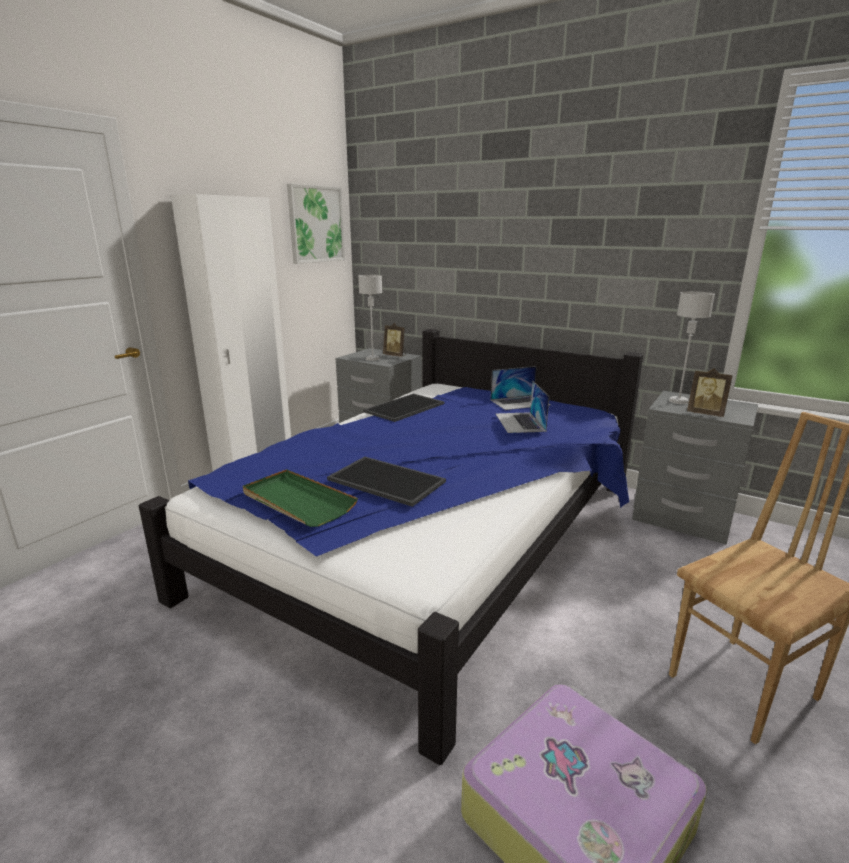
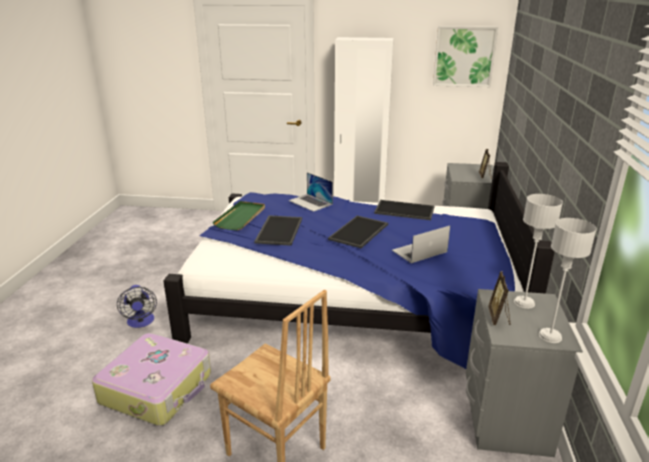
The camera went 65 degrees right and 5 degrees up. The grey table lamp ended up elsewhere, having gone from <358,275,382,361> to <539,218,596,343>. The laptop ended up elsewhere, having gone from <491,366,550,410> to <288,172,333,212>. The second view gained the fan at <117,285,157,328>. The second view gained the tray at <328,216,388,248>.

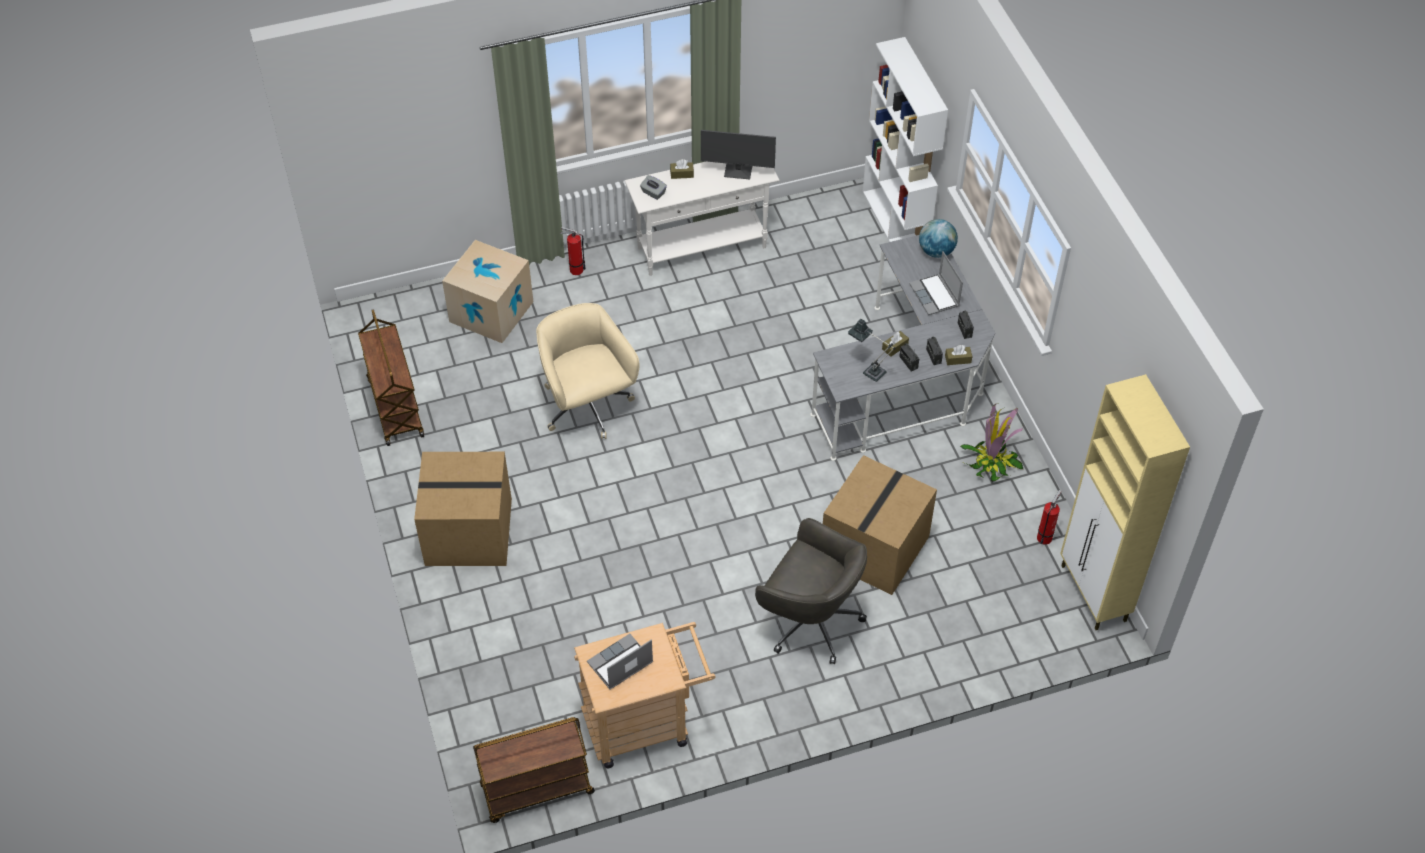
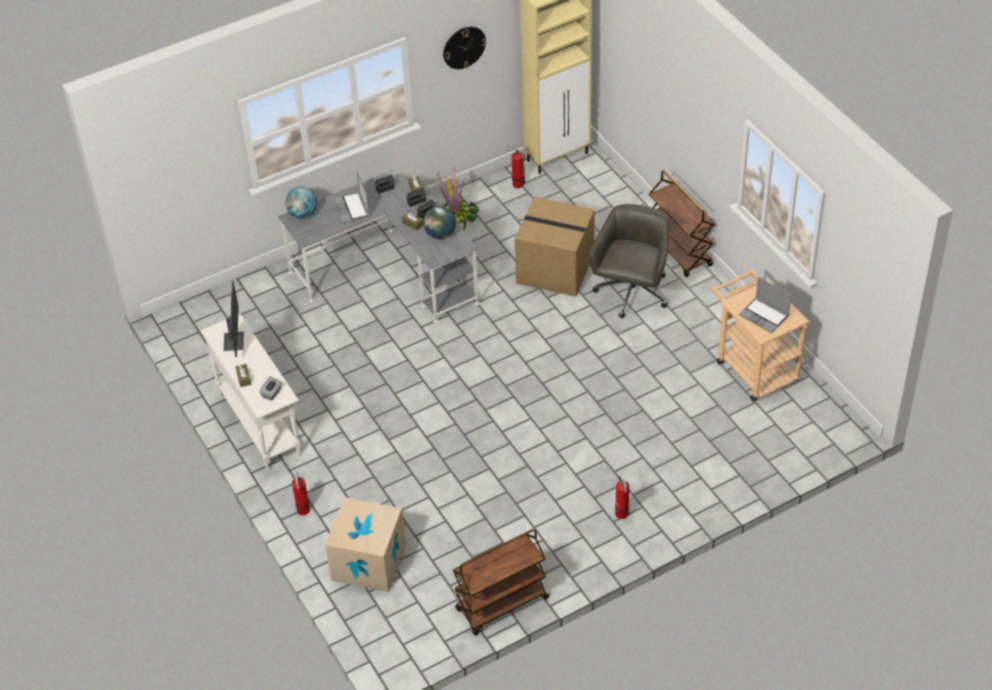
The camera went 100 degrees left and 5 degrees down. Where the cardboard box stood at <414,452,512,566>, the fire extinguisher came to stand at <615,476,629,519>. The brown cart ended up elsewhere, having gone from <473,717,595,823> to <649,170,715,277>. The second view lost the beige office chair at <536,303,640,439>. Where the table lamp stood at <848,319,895,382>, the globe came to stand at <423,206,456,239>. The second view lost the white bookcase at <862,37,948,242>. The laptop at <909,251,963,316> ended up facing another way, 105 degrees clockwise from before. The second view gained the wall clock at <443,27,487,69>.

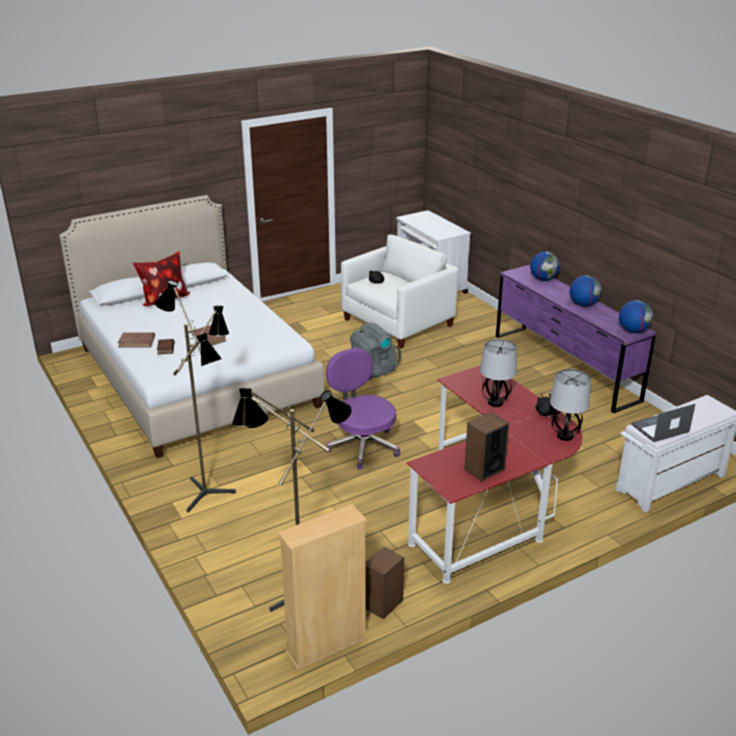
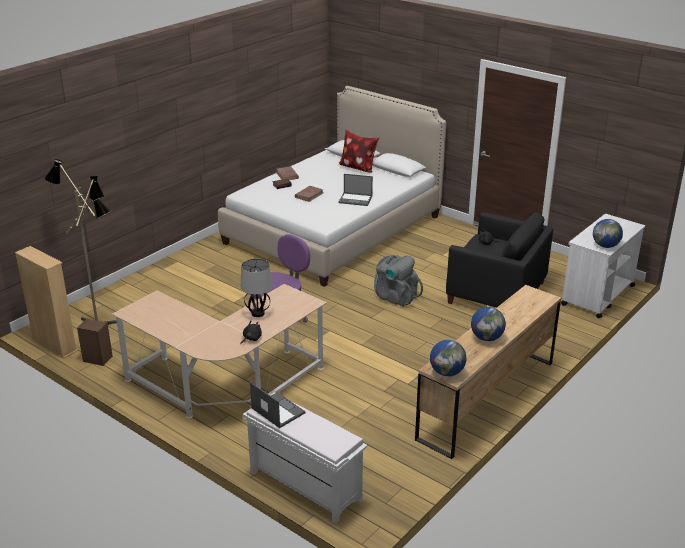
The camera went 70 degrees right and 0 degrees up. The second view lost the floor lamp at <155,280,236,512>. What was the white armchair at <341,235,458,348> turned into the black armchair at <446,212,553,308>. What was the red desk at <407,365,583,584> turned into the beige desk at <112,284,327,418>. The second view lost the speaker at <464,412,509,482>. What was the purple dresser at <496,265,656,413> turned into the brown dresser at <415,285,561,459>. The globe ended up elsewhere, having gone from <530,251,560,281> to <593,219,623,248>. The second view lost the table lamp at <550,369,591,441>. The second view gained the laptop at <339,174,373,206>.

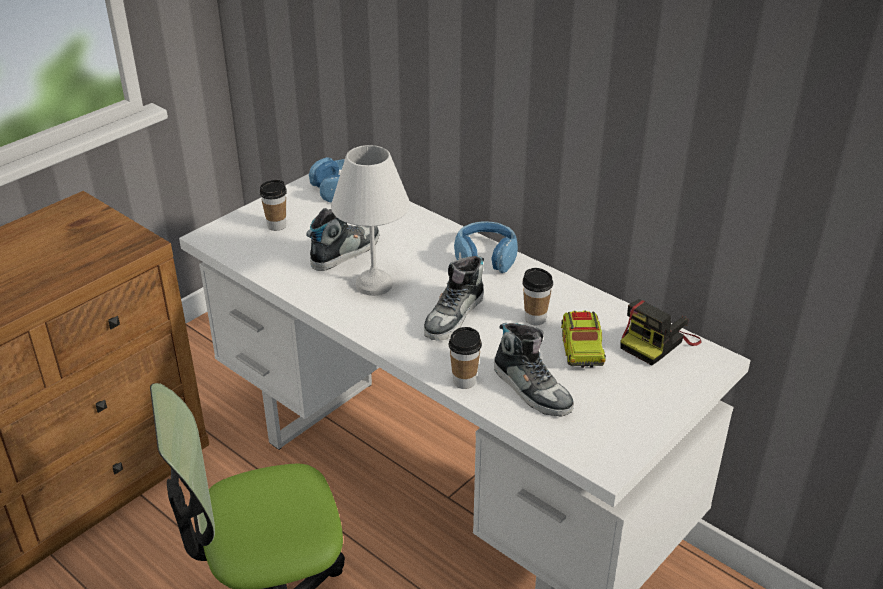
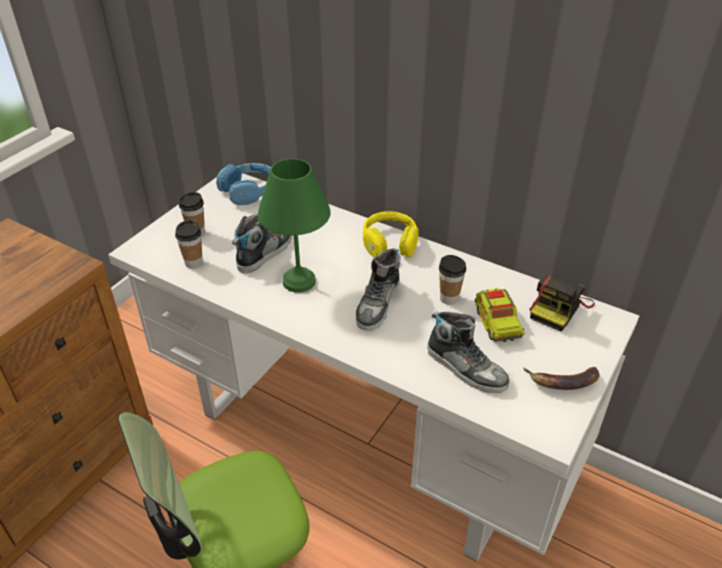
The camera went 10 degrees left and 5 degrees up. What was the white table lamp at <331,145,410,296> turned into the green table lamp at <258,158,331,293>. The cup ended up elsewhere, having gone from <449,327,482,389> to <175,220,203,269>. What was the blue headphones at <454,221,518,273> turned into the yellow headphones at <363,211,419,258>. The second view gained the banana at <523,367,600,390>.

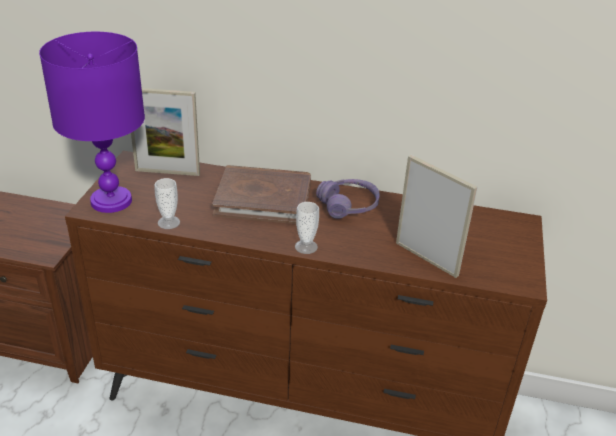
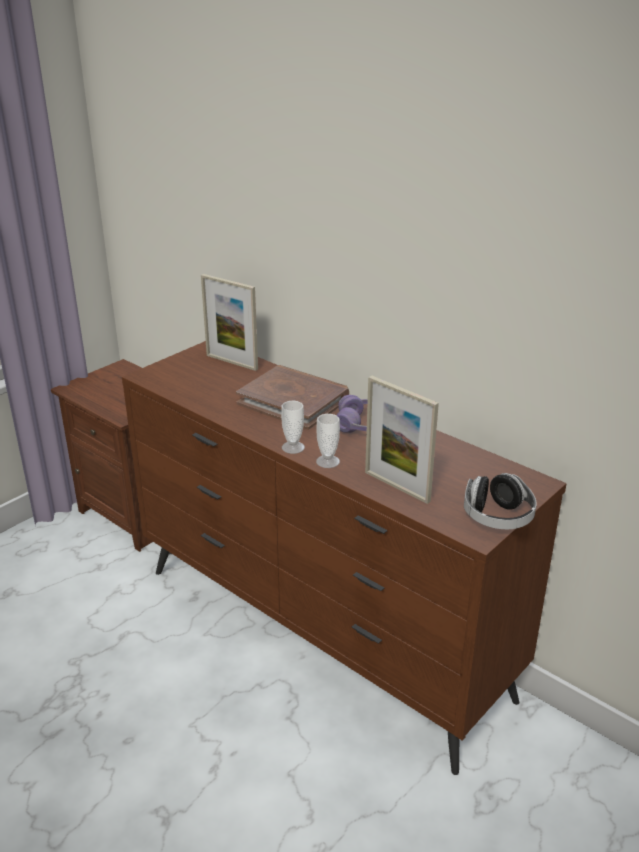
The camera went 30 degrees right and 5 degrees down. The second view lost the purple table lamp at <39,32,145,213>. The cup ended up elsewhere, having gone from <154,178,180,229> to <316,414,340,468>. The picture frame at <396,155,478,278> ended up facing another way, 150 degrees clockwise from before. The second view gained the headphones at <464,473,537,529>.

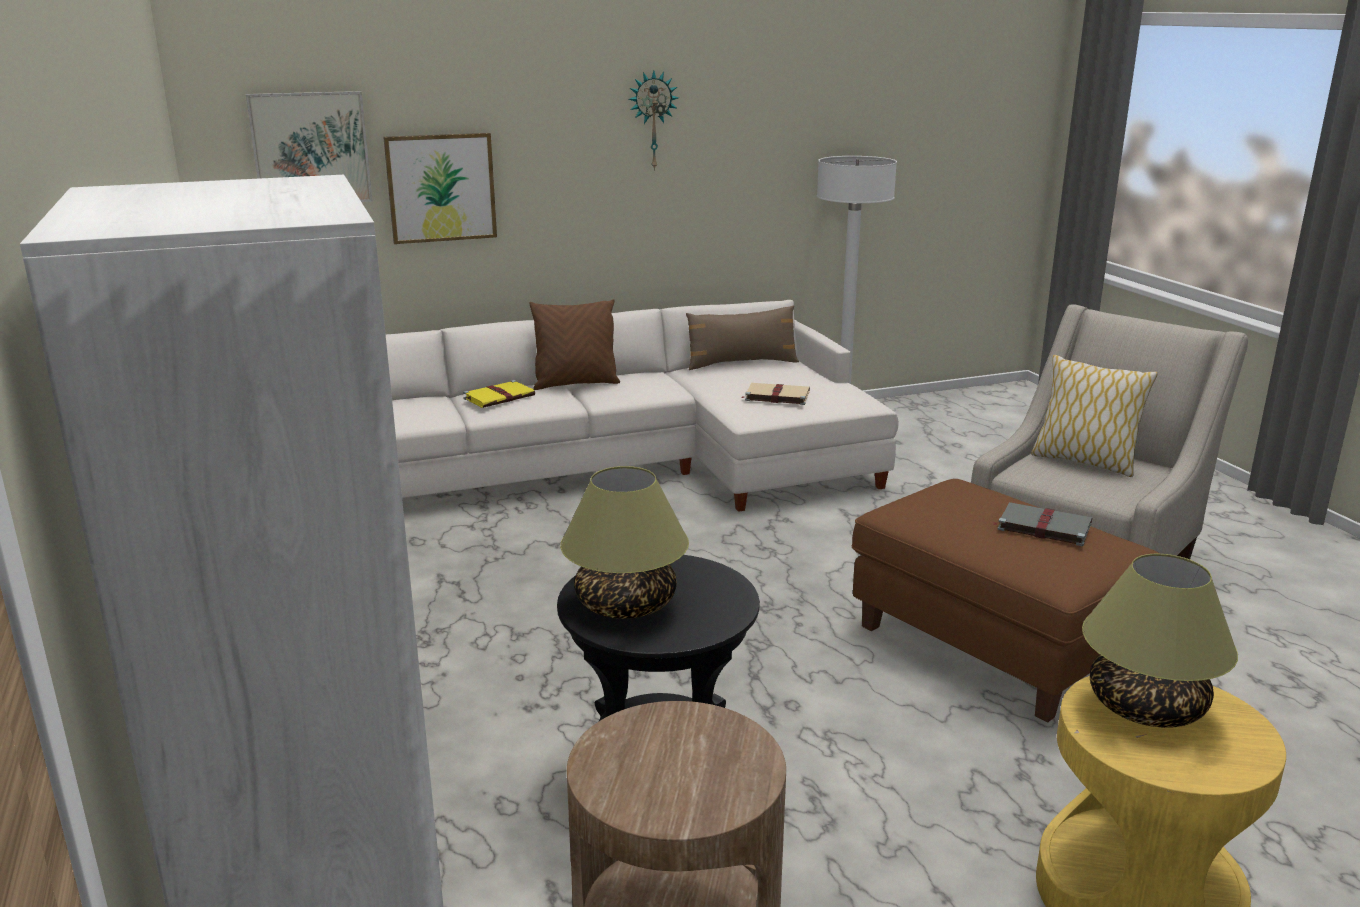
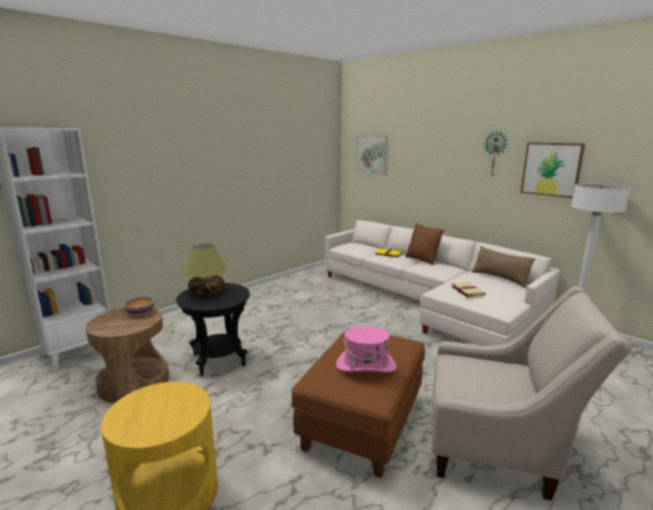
The camera went 65 degrees right and 5 degrees down. The picture ended up elsewhere, having gone from <383,133,497,244> to <521,142,585,198>. Where the grey book stood at <993,502,1093,546>, the pink hat came to stand at <336,326,396,372>. The second view lost the pillow at <1031,355,1158,477>. The second view lost the table lamp at <1082,554,1238,728>. The second view gained the bowl at <123,296,155,316>.

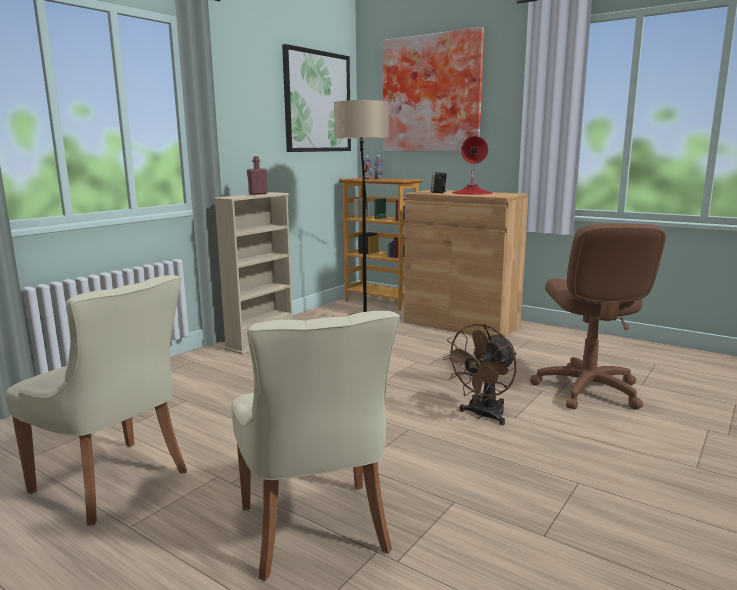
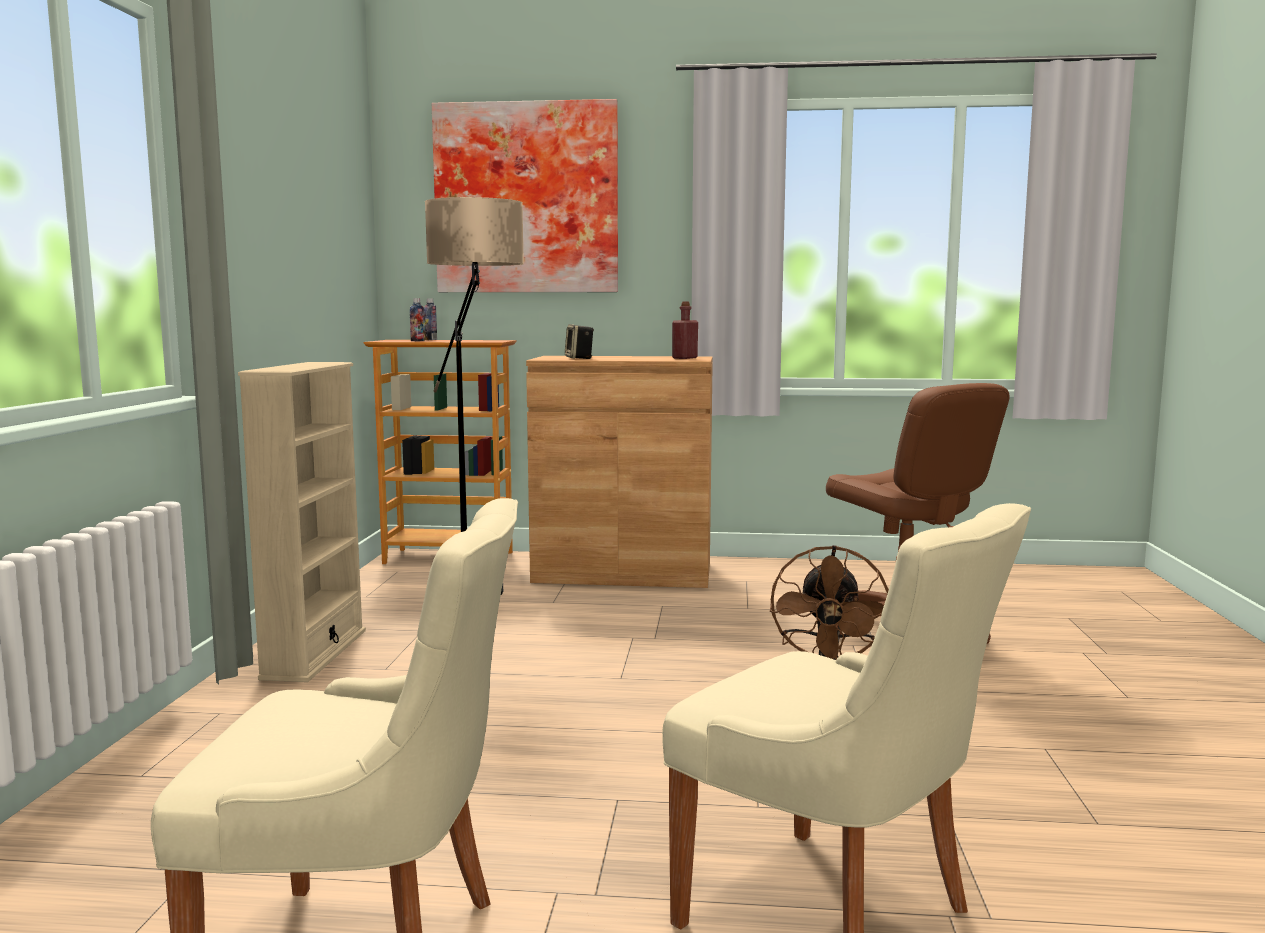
The camera went 30 degrees left and 5 degrees down. The red bottle ended up elsewhere, having gone from <247,156,267,195> to <672,302,698,359>. The second view lost the picture at <282,44,351,152>. The second view lost the red table lamp at <452,136,493,195>.

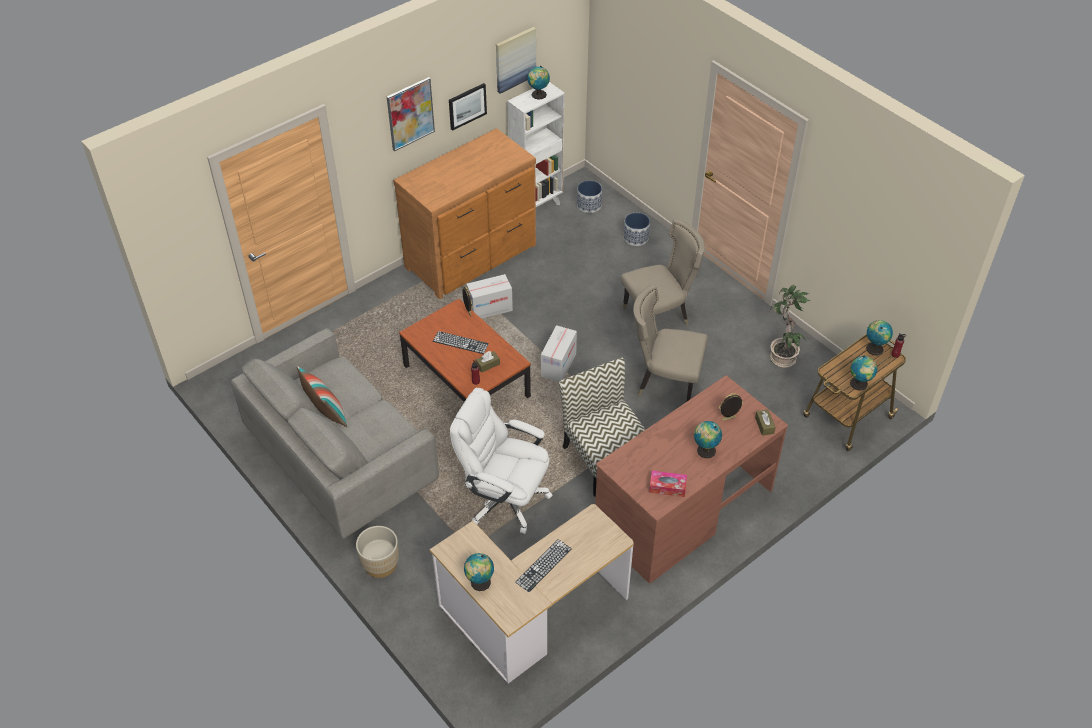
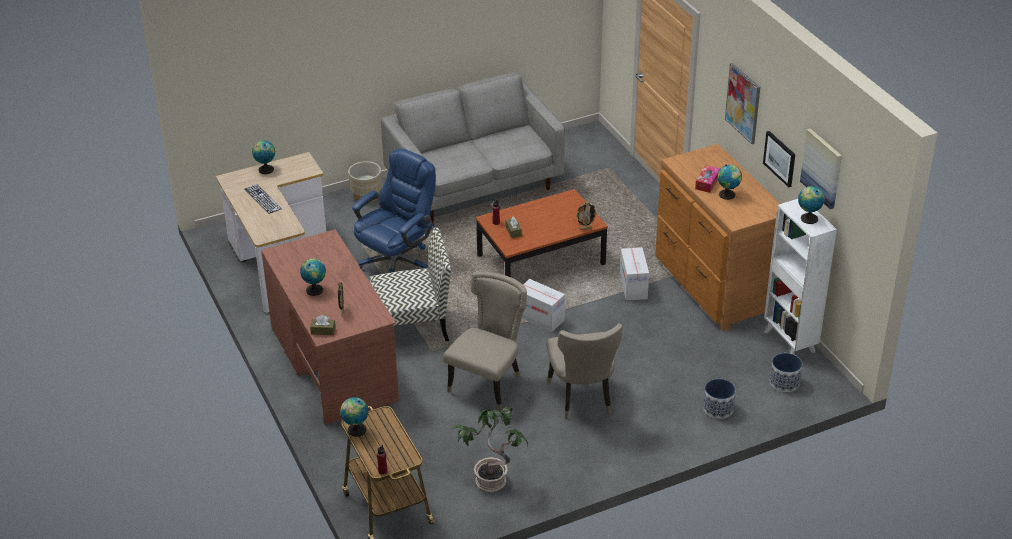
The camera went 105 degrees right and 10 degrees down. The second view lost the pillow at <297,366,347,427>. The second view lost the keyboard at <433,331,489,354>. What was the white office chair at <450,388,552,534> turned into the blue office chair at <352,149,436,273>. The tissue box ended up elsewhere, having gone from <649,471,687,497> to <695,165,720,193>. The globe ended up elsewhere, having gone from <866,320,893,355> to <717,164,742,200>.

